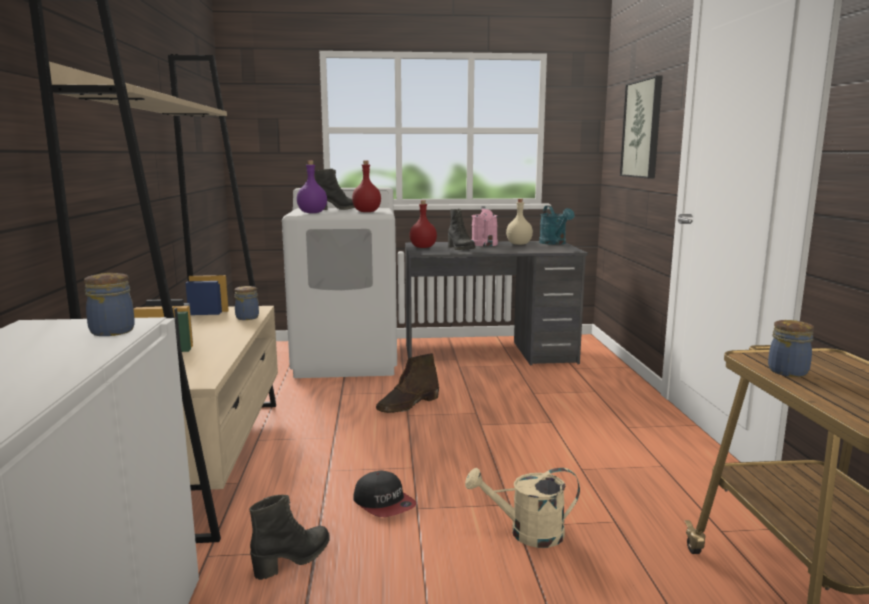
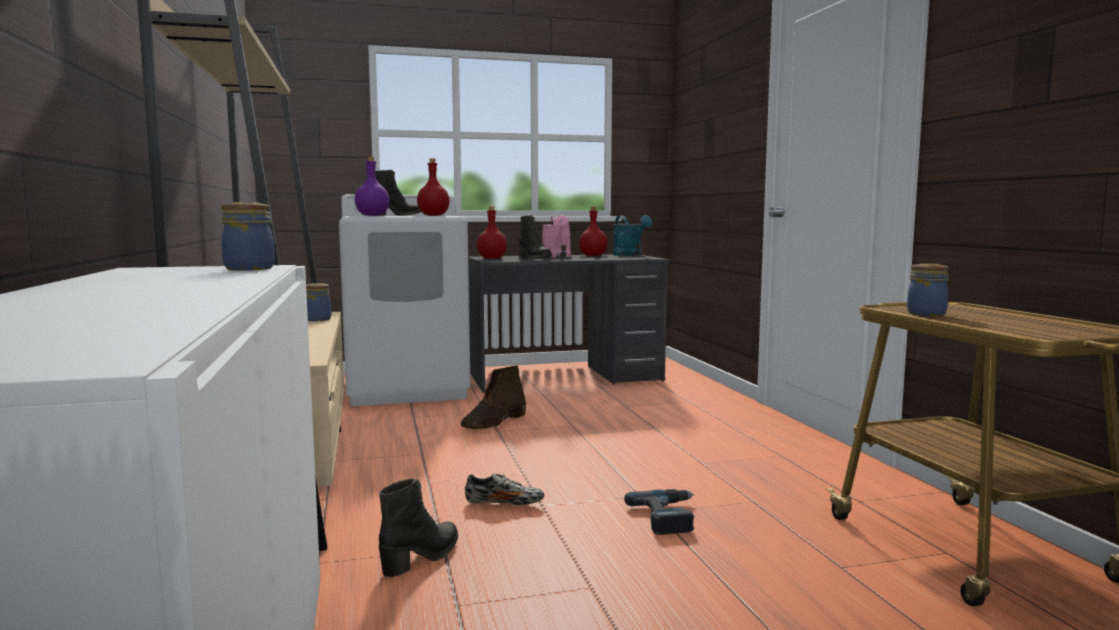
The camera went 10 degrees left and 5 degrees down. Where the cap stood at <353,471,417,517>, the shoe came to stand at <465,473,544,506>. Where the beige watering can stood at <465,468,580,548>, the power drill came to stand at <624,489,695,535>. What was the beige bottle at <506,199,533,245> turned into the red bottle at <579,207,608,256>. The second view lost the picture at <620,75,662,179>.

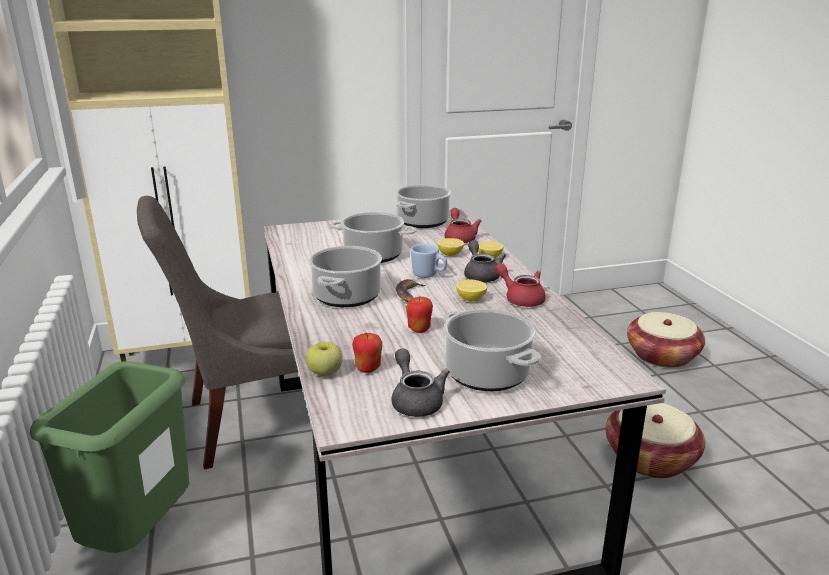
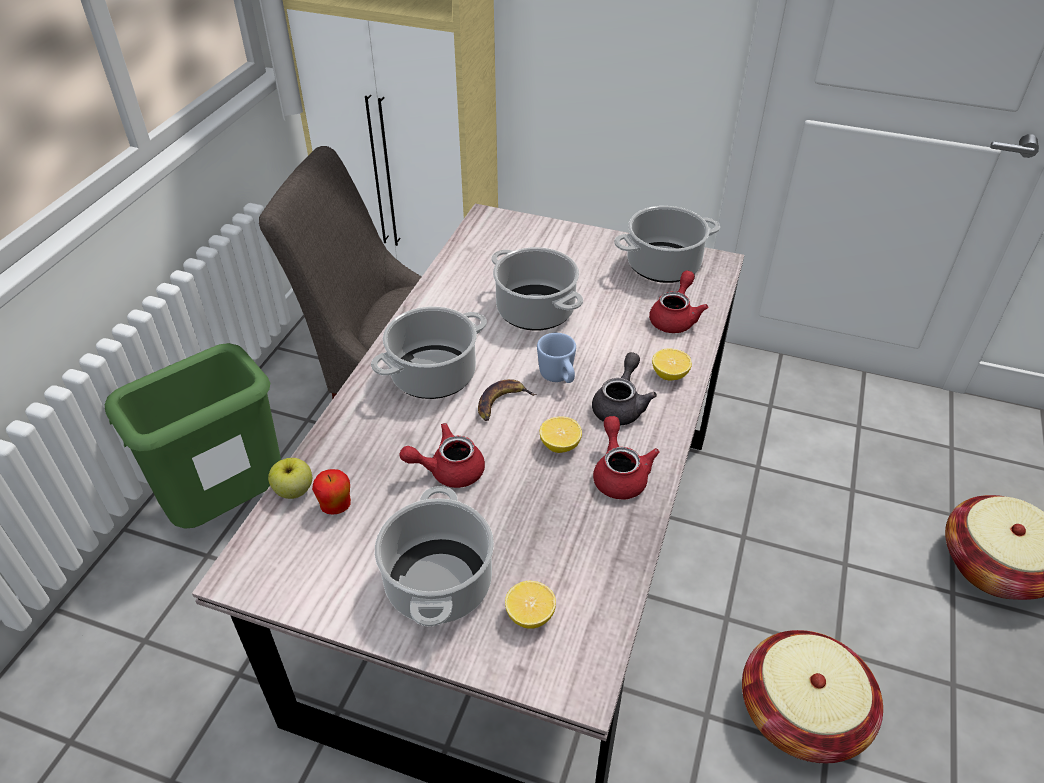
The camera went 35 degrees right and 20 degrees up. The second view lost the grey teapot at <391,348,450,417>. Where the apple stood at <406,296,433,333>, the red teapot came to stand at <399,423,485,488>. The lemon ended up elsewhere, having gone from <438,238,464,256> to <505,581,556,629>.

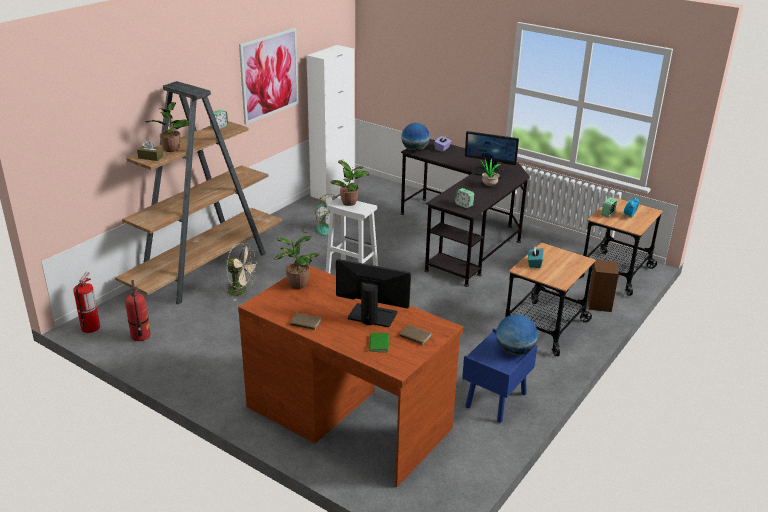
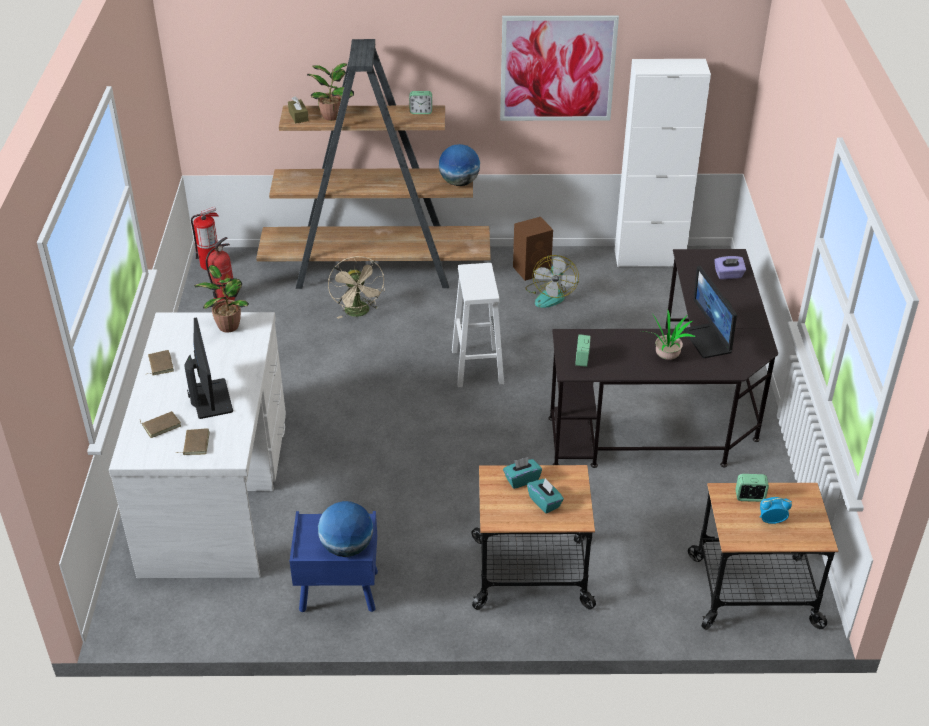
The camera went 55 degrees right and 10 degrees up. What was the brown desk at <238,266,463,487> turned into the white desk at <109,312,286,578>. The second view lost the potted plant at <331,160,369,206>. What was the green book at <369,333,389,353> turned into the brown book at <140,411,181,438>. The globe ended up elsewhere, having gone from <401,123,430,151> to <439,144,480,186>. The brown speaker ended up elsewhere, having gone from <588,259,619,312> to <513,217,553,281>. The second view gained the turquoise tissue box at <527,478,564,514>.

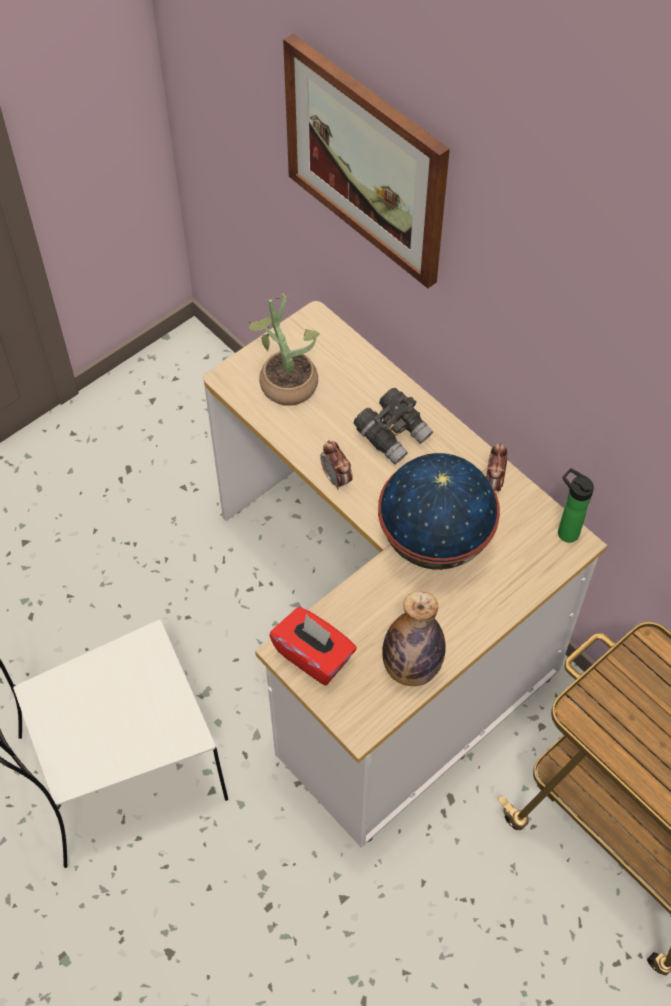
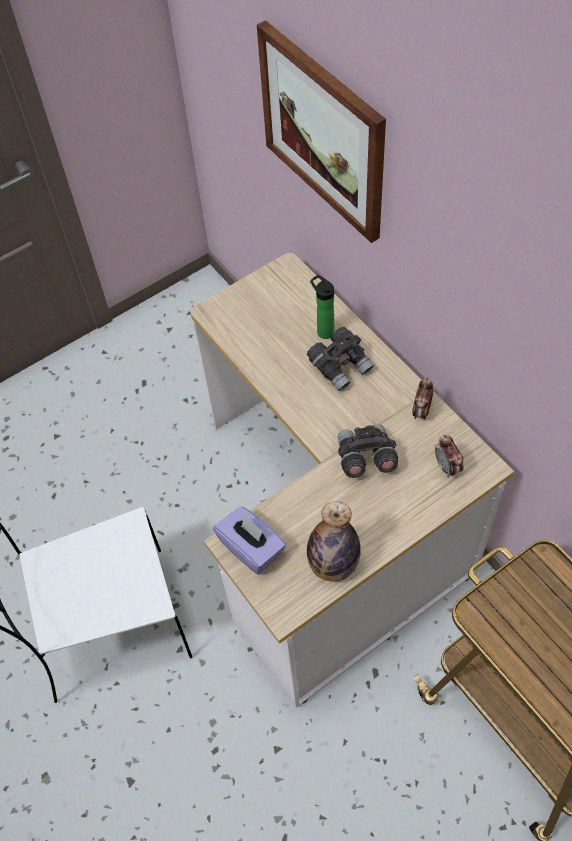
The camera went 10 degrees right and 0 degrees up. The second view lost the potted plant at <249,293,319,406>. What was the red tissue box at <269,607,357,685> turned into the purple tissue box at <213,506,286,575>. The alarm clock ended up elsewhere, having gone from <321,440,353,490> to <435,435,464,478>. Where the globe stood at <378,453,500,570>, the grey binoculars came to stand at <338,424,398,478>. The bottle ended up elsewhere, having gone from <558,468,594,543> to <310,275,334,339>.

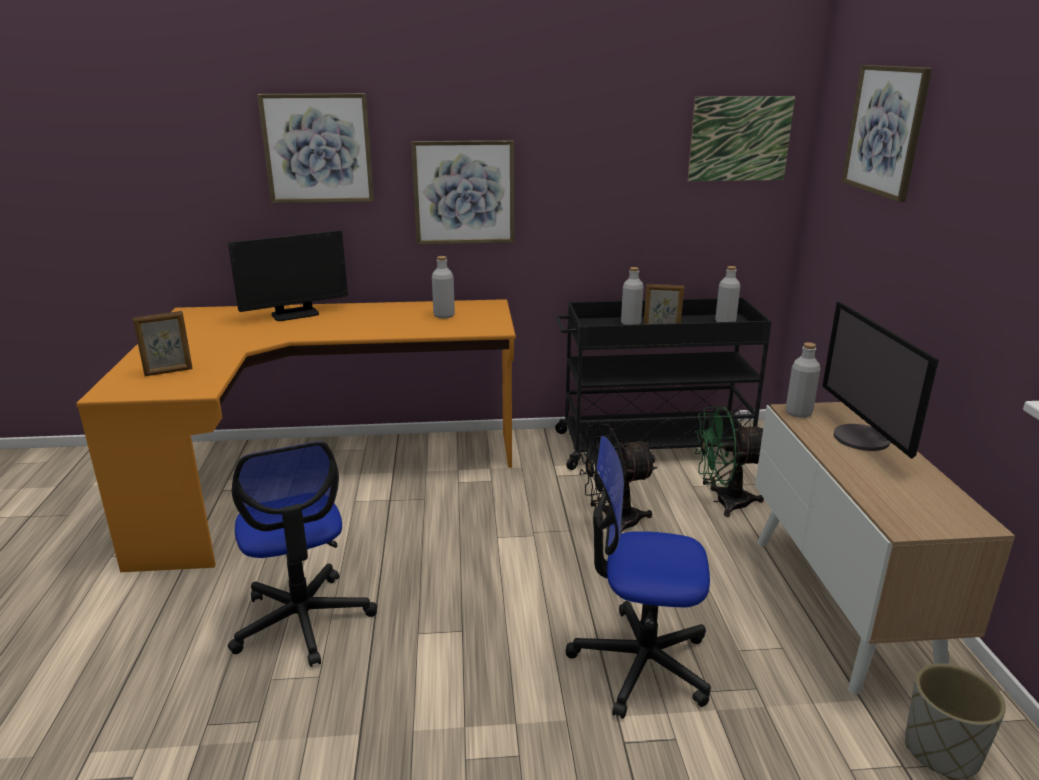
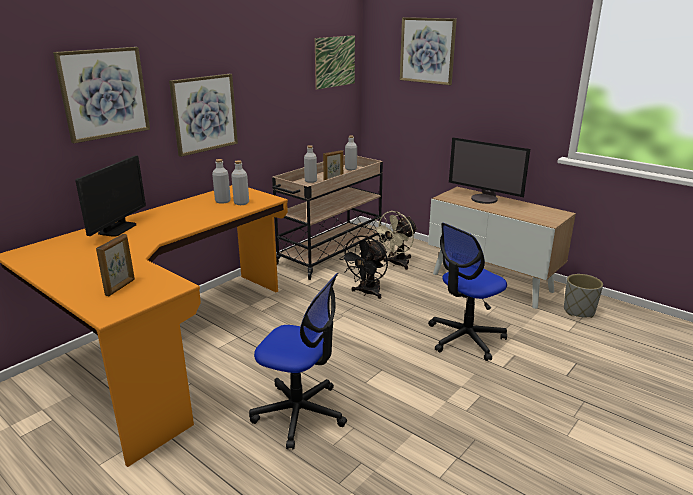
The camera went 45 degrees left and 0 degrees up. What was the black cart at <555,298,772,470> turned into the beige cart at <272,155,386,280>. What was the green fan at <695,407,764,517> turned into the beige fan at <373,211,417,270>. The grey bottle ended up elsewhere, having gone from <785,342,821,418> to <231,160,249,205>.

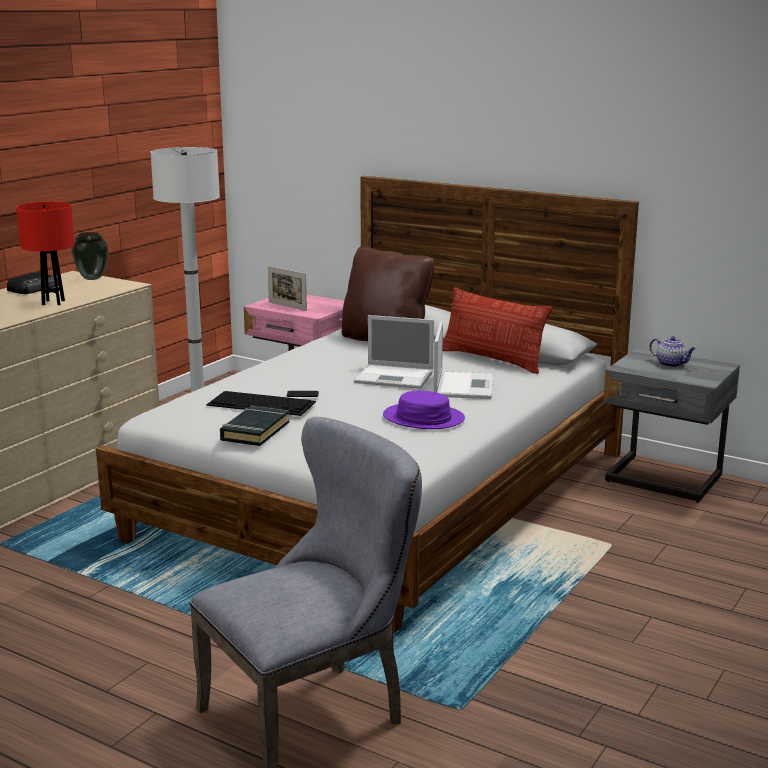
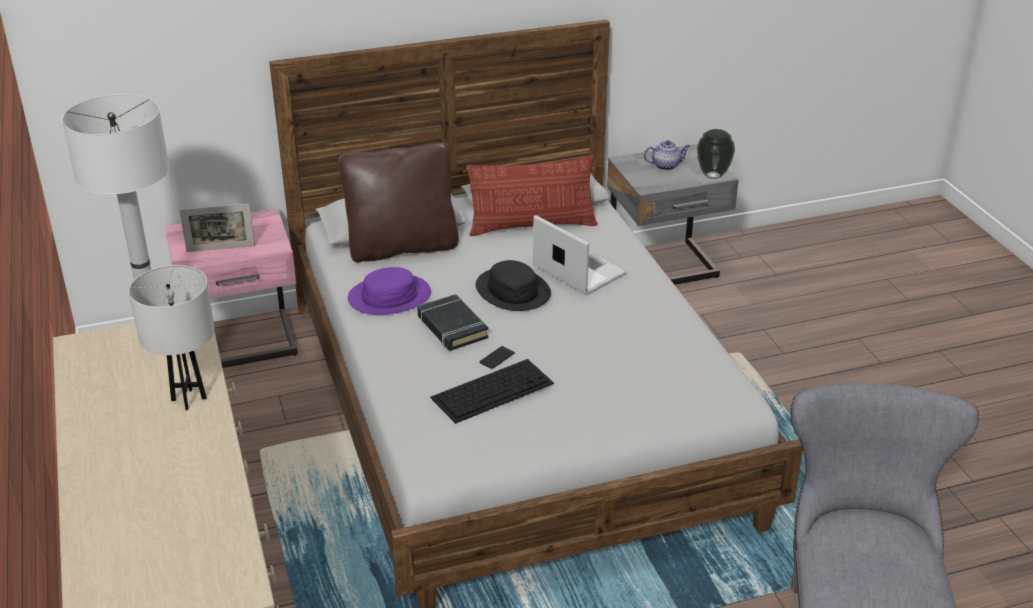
The camera went 50 degrees left and 15 degrees up. The second view lost the radio at <7,272,59,294>. What was the red table lamp at <16,201,75,305> turned into the white table lamp at <129,265,215,410>. The vase ended up elsewhere, having gone from <71,232,109,280> to <697,129,735,179>. The black book ended up elsewhere, having gone from <220,406,289,446> to <417,294,488,351>. Where the laptop stood at <354,315,434,389>, the black hat came to stand at <476,260,551,311>. The purple hat ended up elsewhere, having gone from <383,391,465,429> to <348,267,431,315>.

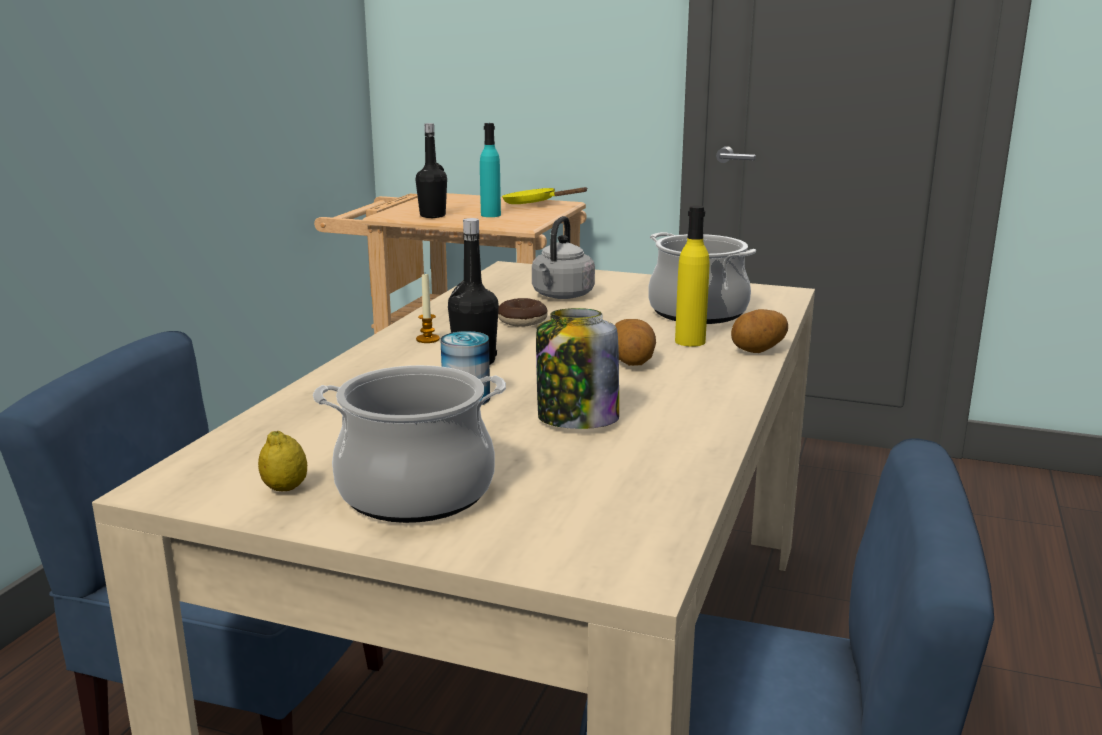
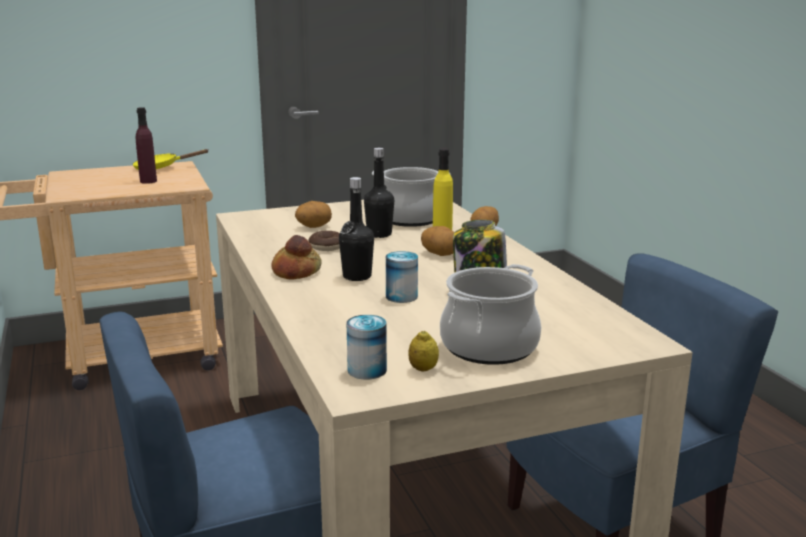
The camera went 40 degrees left and 0 degrees up. The black bottle ended up elsewhere, having gone from <416,123,447,218> to <364,148,394,238>. Where the candle stood at <416,274,440,343>, the bread came to stand at <272,235,322,280>. What was the turquoise bottle at <480,123,501,217> turned into the purple bottle at <136,107,157,184>. Where the grey kettle stood at <532,216,595,299>, the potato came to stand at <295,201,332,228>. The second view gained the can at <347,315,387,379>.

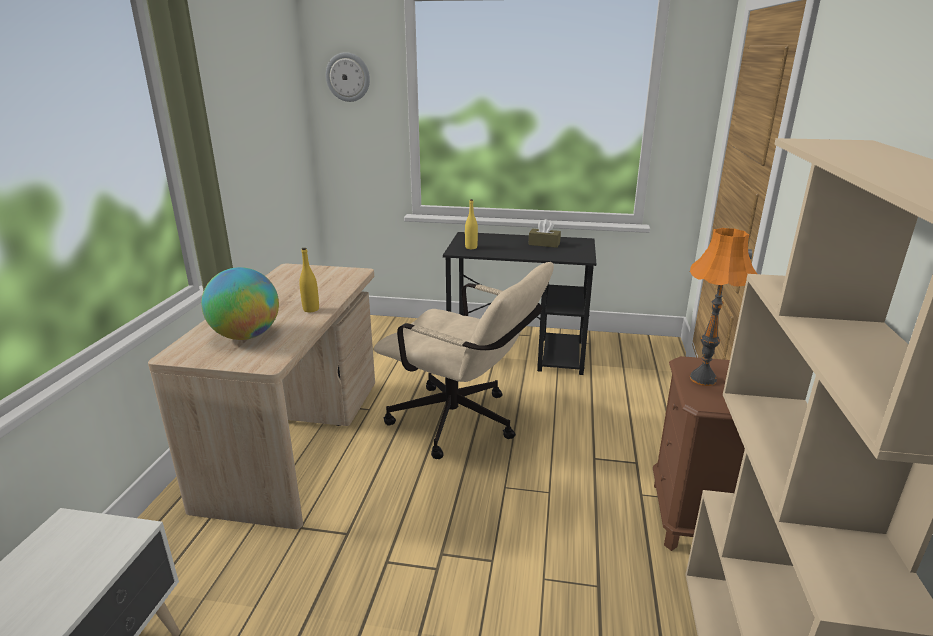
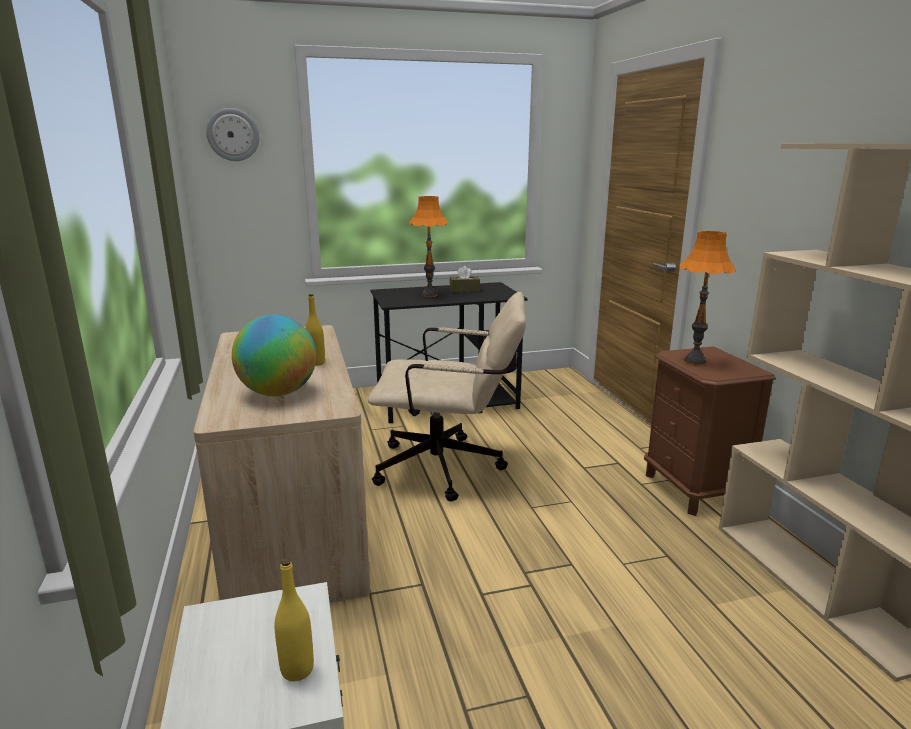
The camera went 25 degrees left and 5 degrees down. The yellow bottle ended up elsewhere, having gone from <465,199,478,249> to <275,558,314,681>. The second view gained the orange table lamp at <409,196,448,297>.

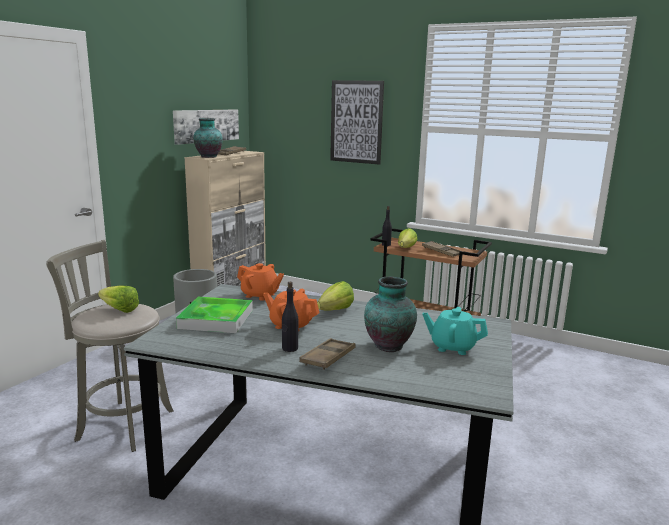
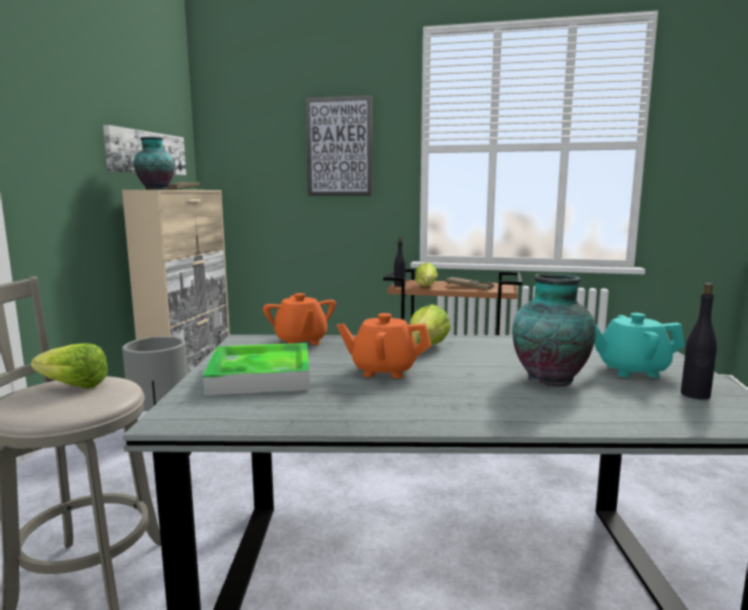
The camera went 15 degrees left and 5 degrees down. The orange teapot at <237,263,284,301> ended up facing another way, 60 degrees clockwise from before. The black bottle ended up elsewhere, having gone from <282,282,298,352> to <681,283,717,399>. The second view lost the brown tray at <299,338,356,370>.

